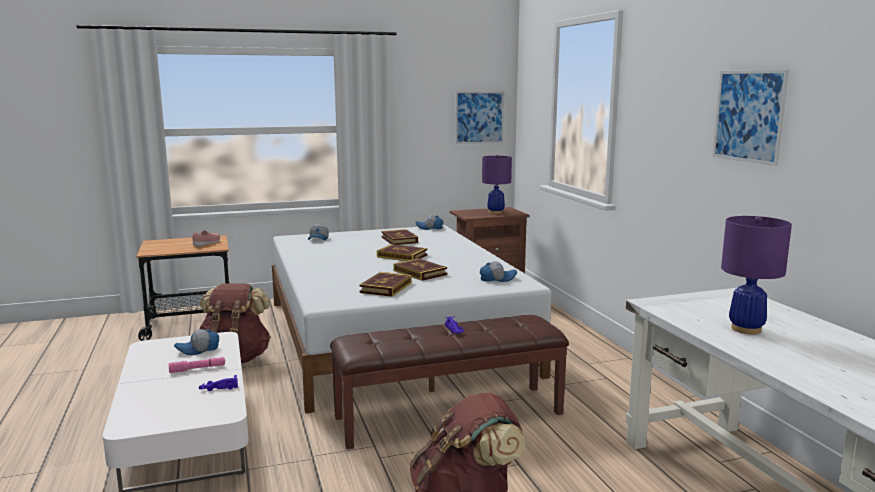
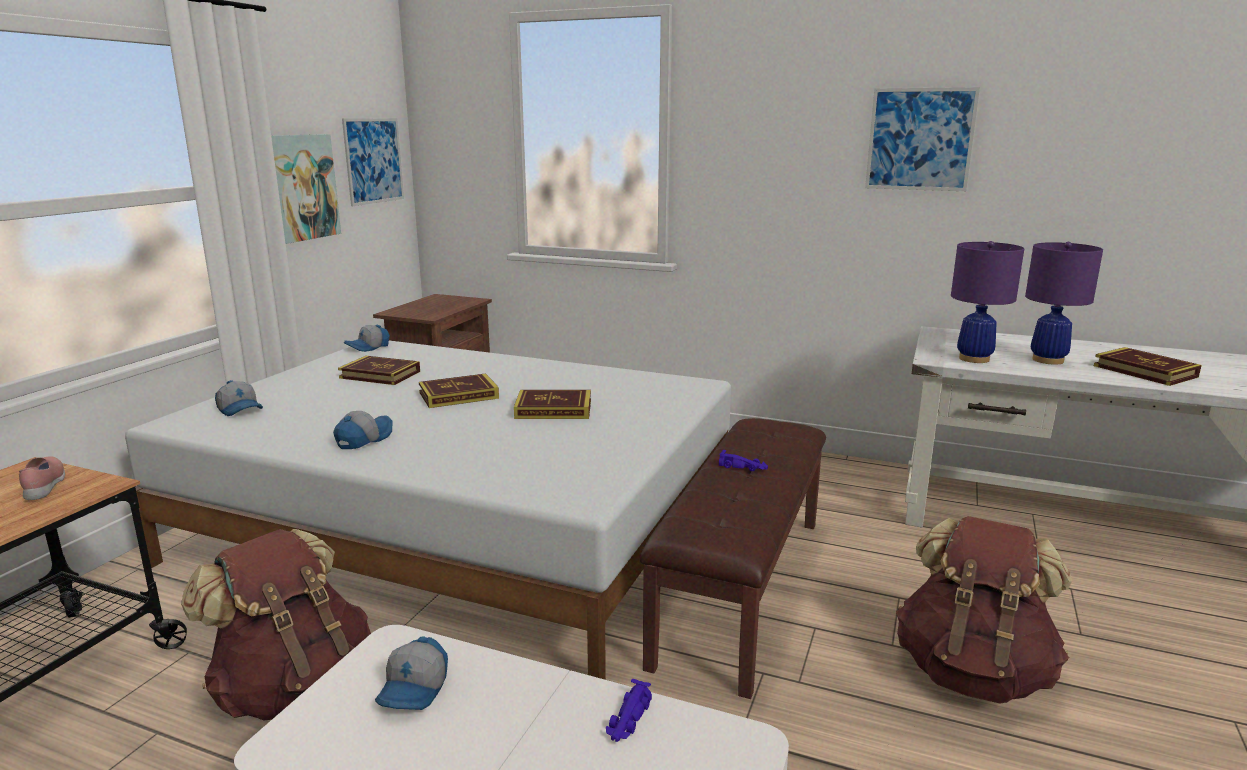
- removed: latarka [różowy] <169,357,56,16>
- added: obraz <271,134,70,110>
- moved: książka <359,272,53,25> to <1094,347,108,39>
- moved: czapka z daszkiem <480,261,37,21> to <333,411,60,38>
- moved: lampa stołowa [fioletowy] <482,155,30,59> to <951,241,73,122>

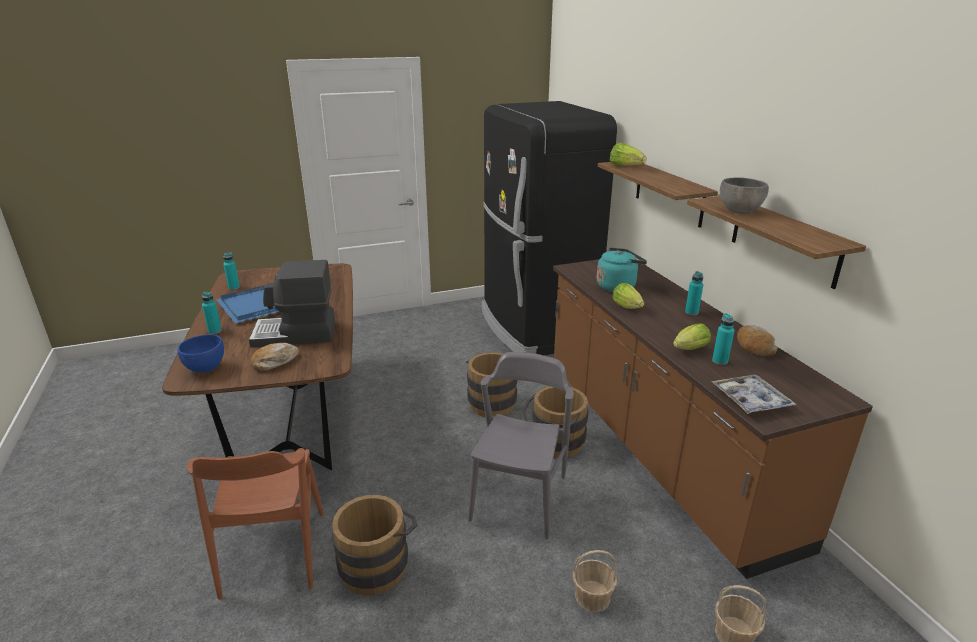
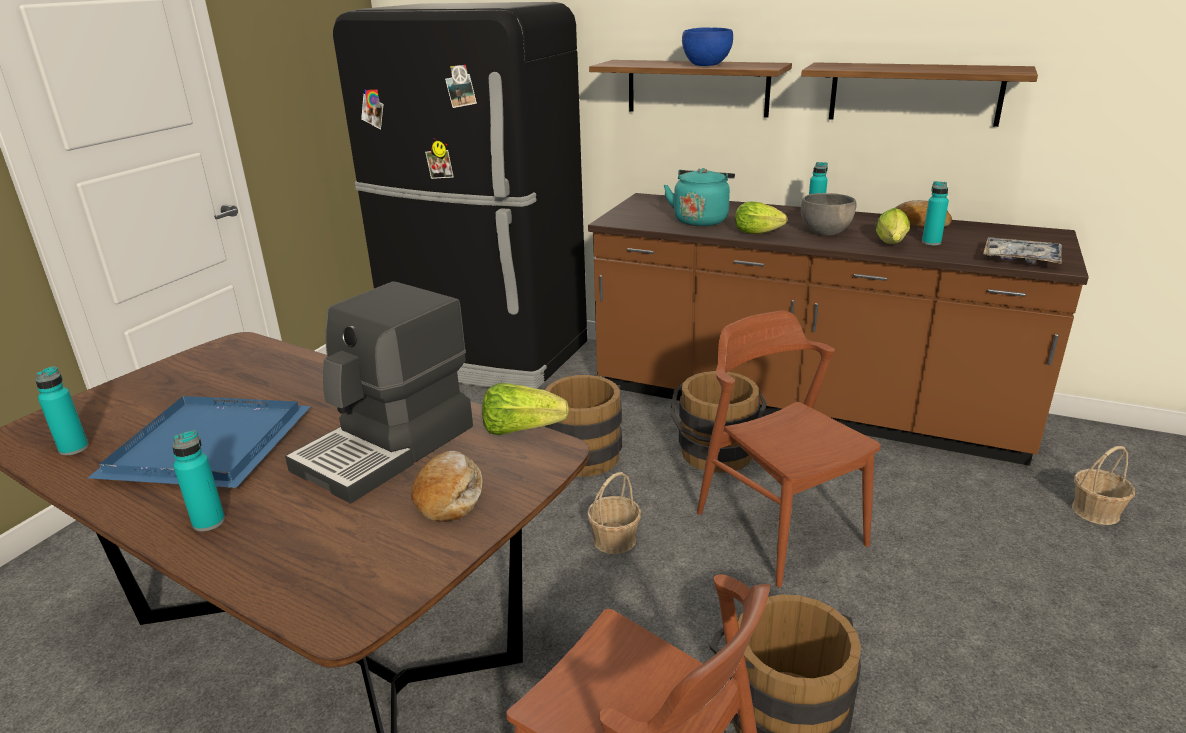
- moved: miska [niebieski] <178,334,46,39> to <682,27,51,39>
- moved: koszyk <573,550,44,62> to <587,472,54,82>
- moved: sałata <610,143,36,22> to <482,383,87,52>
- moved: miska [szary] <720,177,49,37> to <801,193,56,43>
- recoloured: krzesło [szary] <468,352,106,187> to krzesło [brązowy] <697,311,183,276>

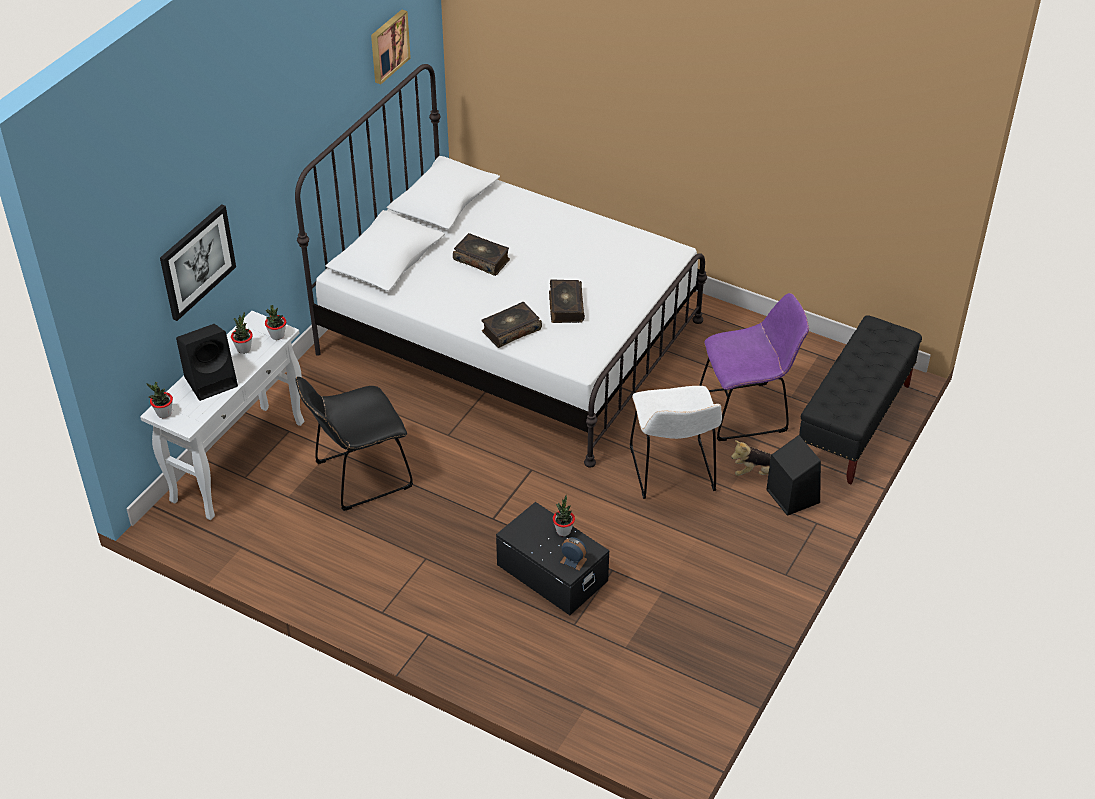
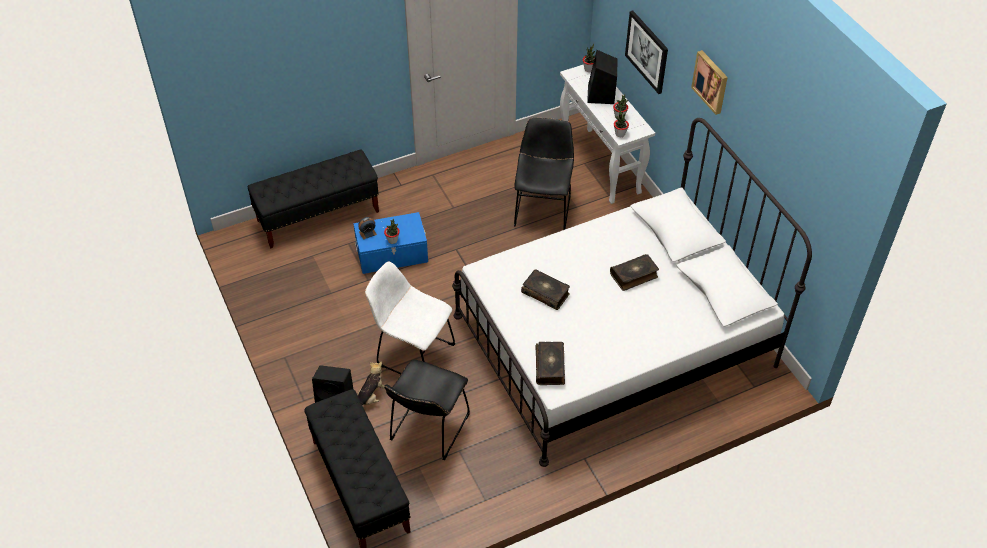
- added: ławka [czarny] <248,150,131,98>
- moved: obraz <371,10,40,74> to <691,50,37,65>
- moved: książka <481,302,61,46> to <535,342,30,43>
- recoloured: pojemnik do przechowywania [czarny] <496,502,113,113> to pojemnik do przechowywania [niebieski] <353,212,75,62>
- recoloured: krzesło [fioletowy] <699,293,110,148> to krzesło [czarny] <384,359,86,101>

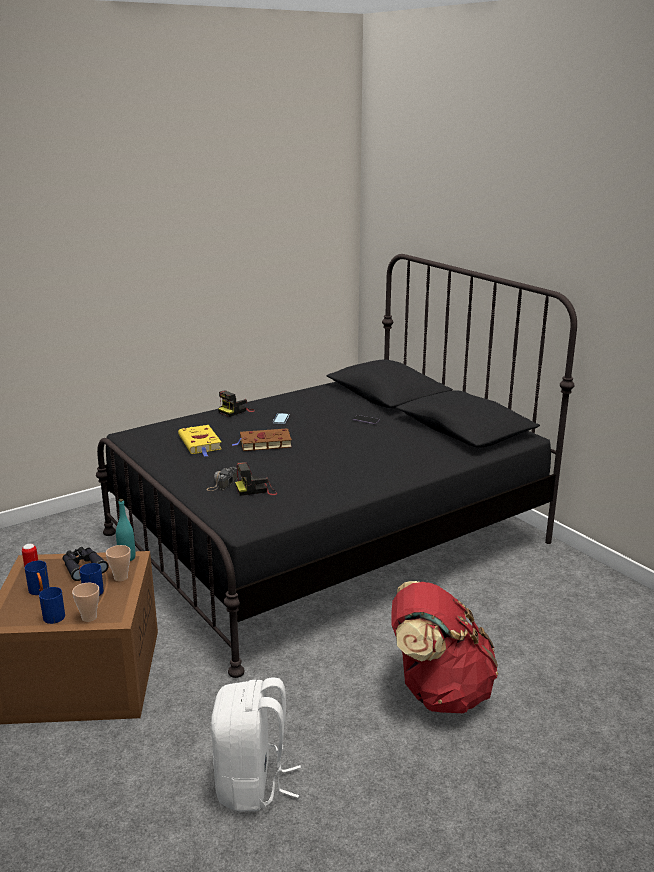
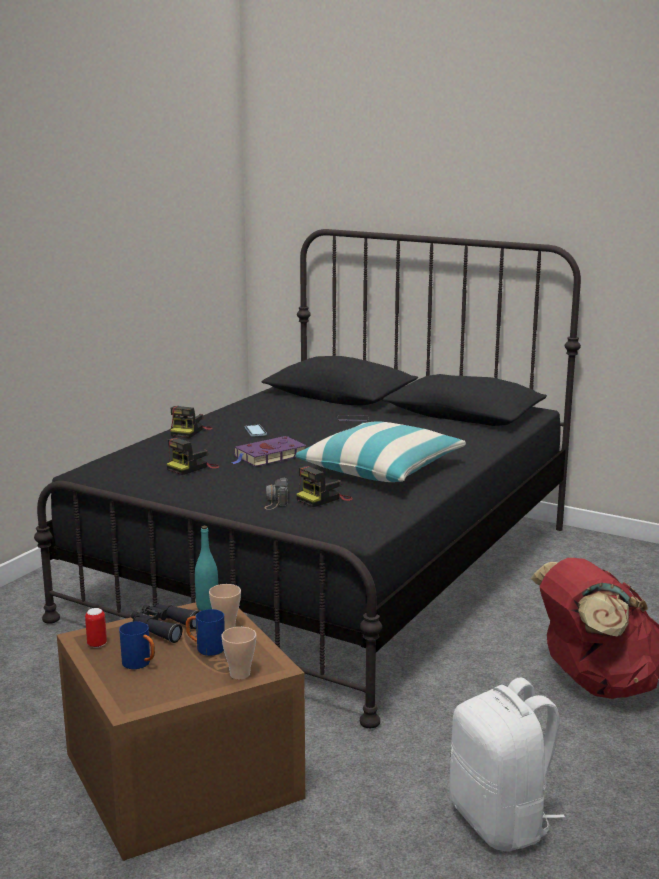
- removed: kubek [niebieski] <39,587,26,37>
- added: poduszka <296,421,170,61>
- replaced: książka [żółty] <178,425,44,32> to aparat fotograficzny <167,438,52,37>
- recoloured: książka [brązowy] <232,428,60,23> to książka [fioletowy] <231,436,76,31>

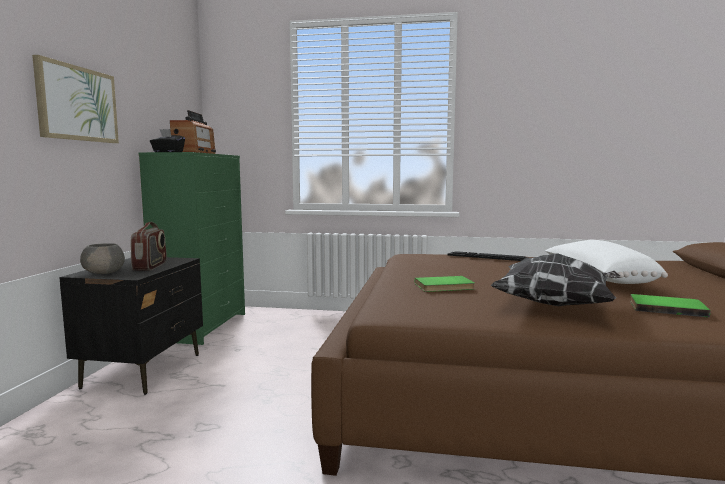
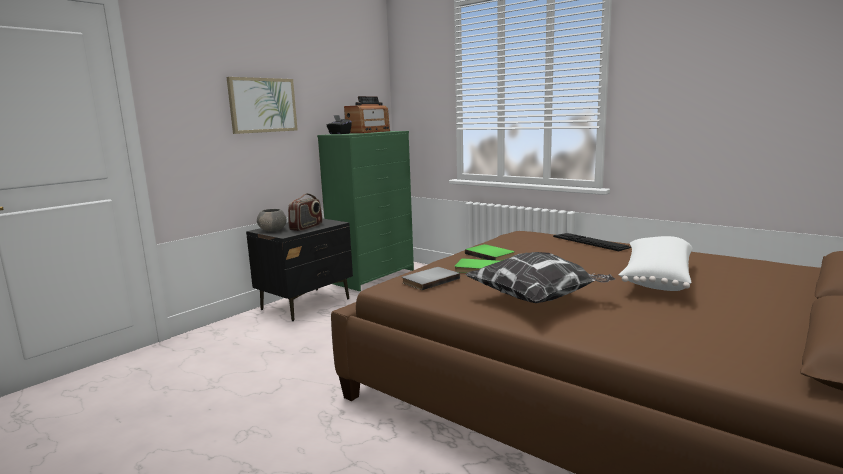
- added: książka [szary] <402,267,58,23>
- moved: książka [zielony] <630,294,81,24> to <465,244,50,17>

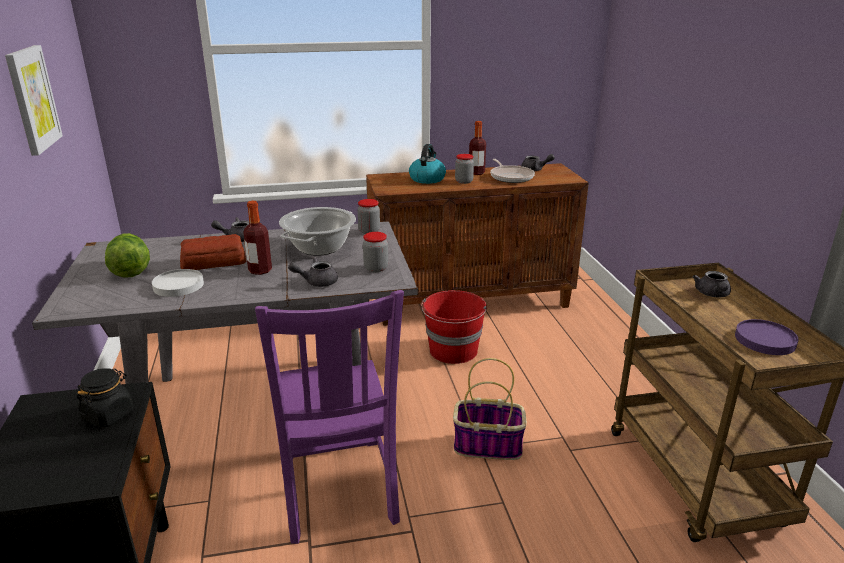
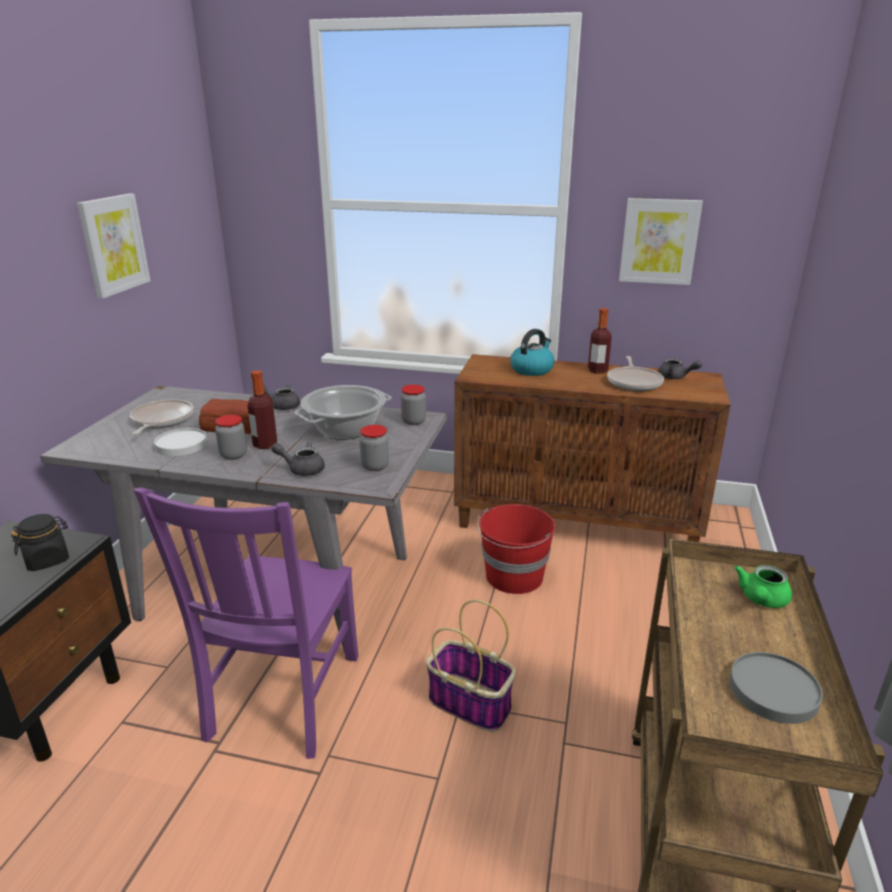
- added: obraz <619,198,84,87>
- moved: słoik <455,154,19,30> to <215,415,32,45>
- replaced: sałata <105,233,45,45> to patelnia <130,399,64,36>
- recoloured: imbryk [szary] <693,271,38,26> to imbryk [zielony] <734,565,58,43>
- recoloured: talerz [fioletowy] <735,319,64,36> to talerz [szary] <729,652,94,72>

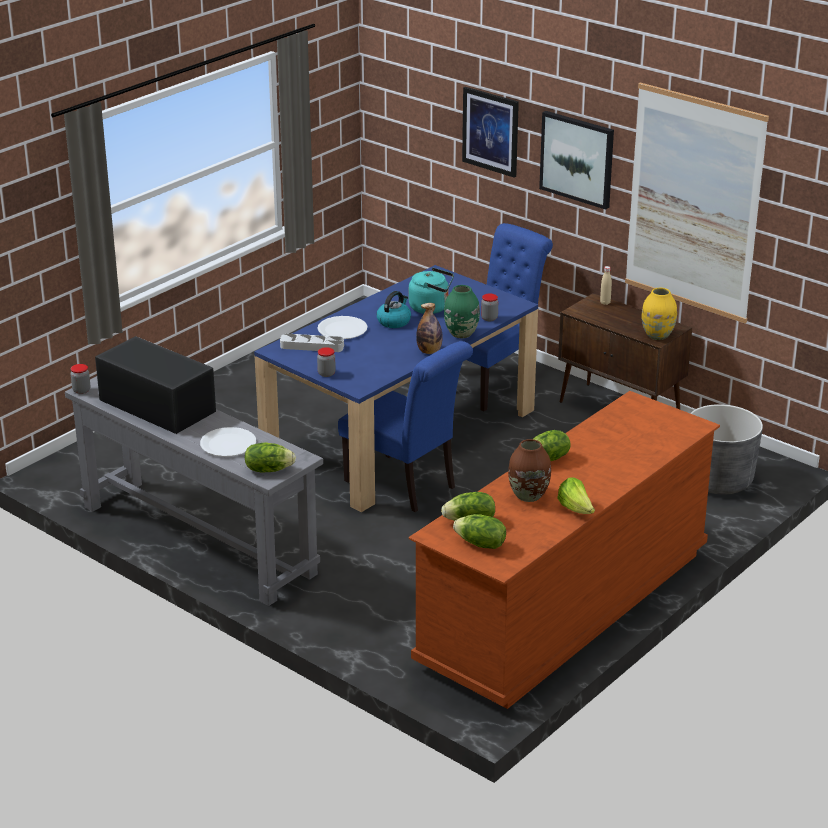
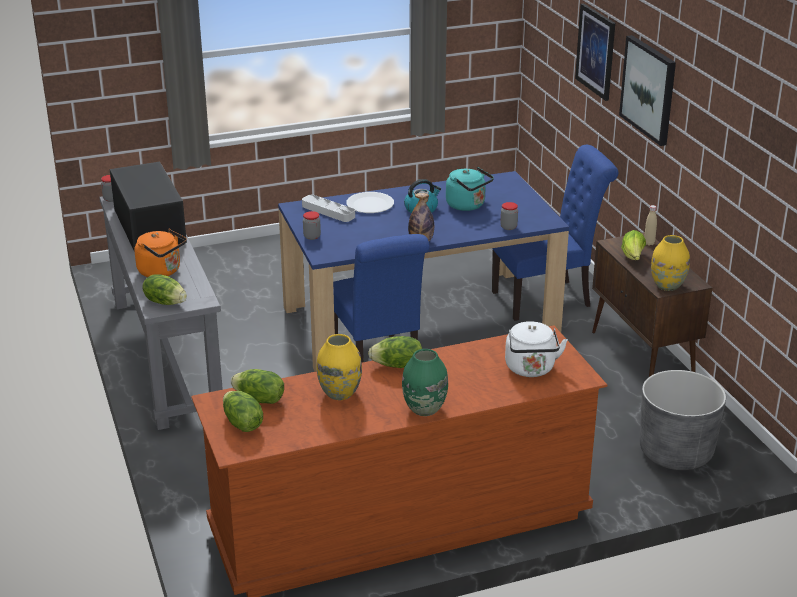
- removed: obraz <625,83,144,240>
- added: czajnik [biały] <505,321,63,56>
- moved: wazon [zielony] <444,285,36,53> to <402,349,46,67>
- moved: sałata <557,477,38,37> to <621,230,25,30>
- replaced: talerz [biały] <200,427,56,30> to czajnik [pomarańczowy] <134,229,53,48>
- recoloured: wazon [brązowy] <508,439,43,63> to wazon [żółty] <317,334,45,66>

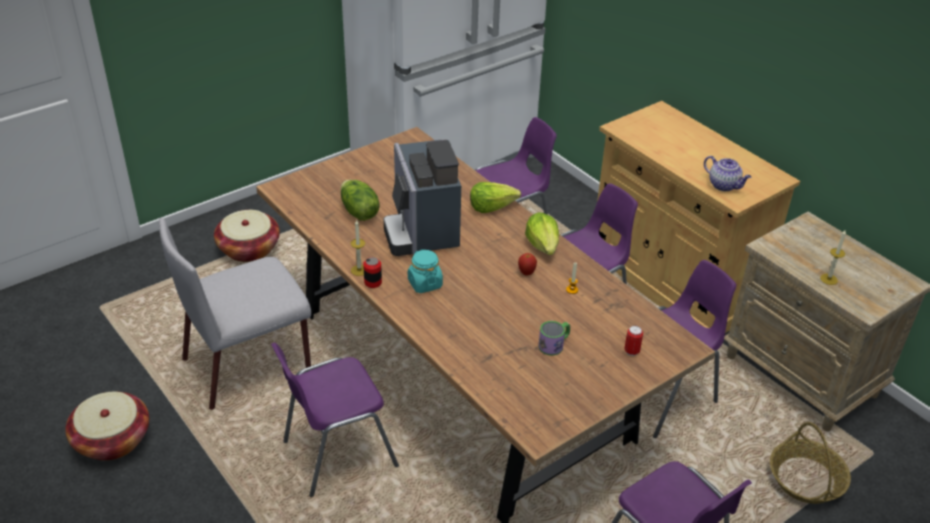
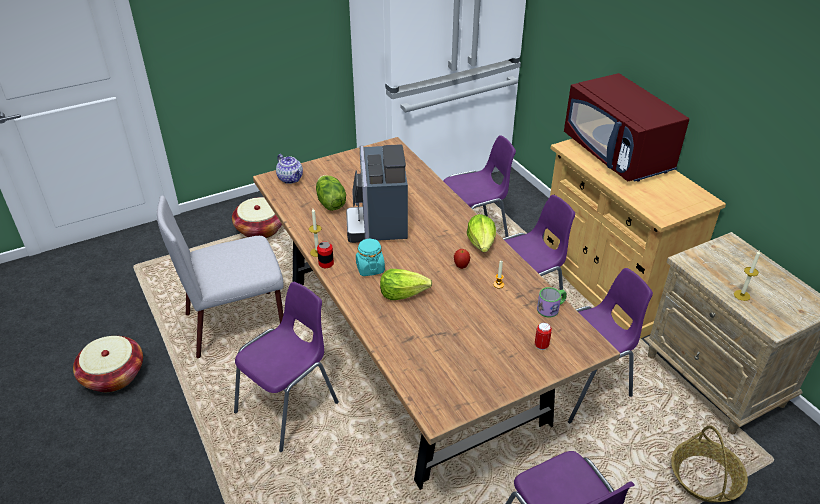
- added: mikrofalówka [czerwony] <564,73,125,109>
- moved: sałata <470,182,51,31> to <380,269,52,31>
- moved: kubek <538,321,32,35> to <537,287,30,30>
- moved: imbryk <704,156,47,35> to <276,154,27,30>
- turned: krzesło [fioletowy] <271,343,128,154> = <234,282,105,170> 150 degrees clockwise

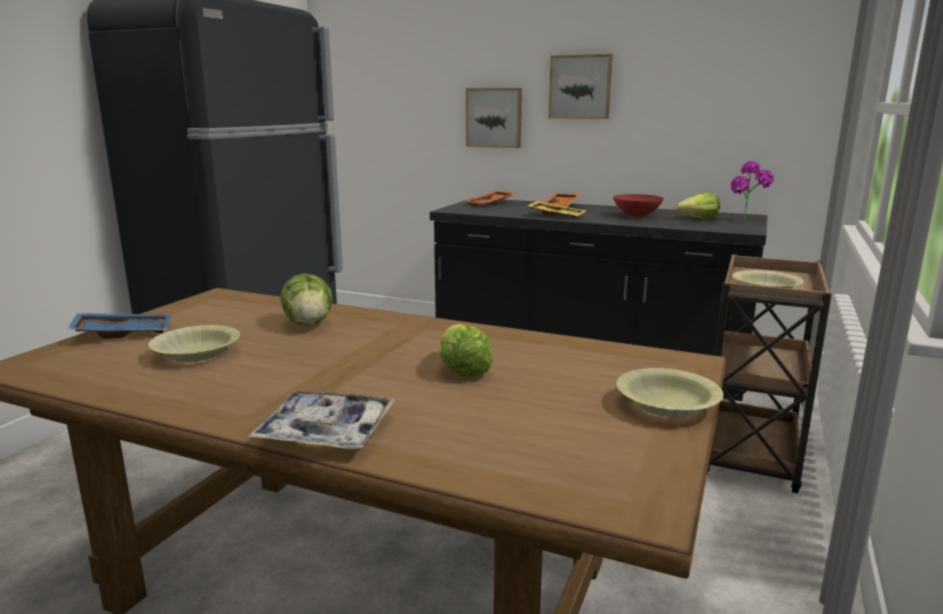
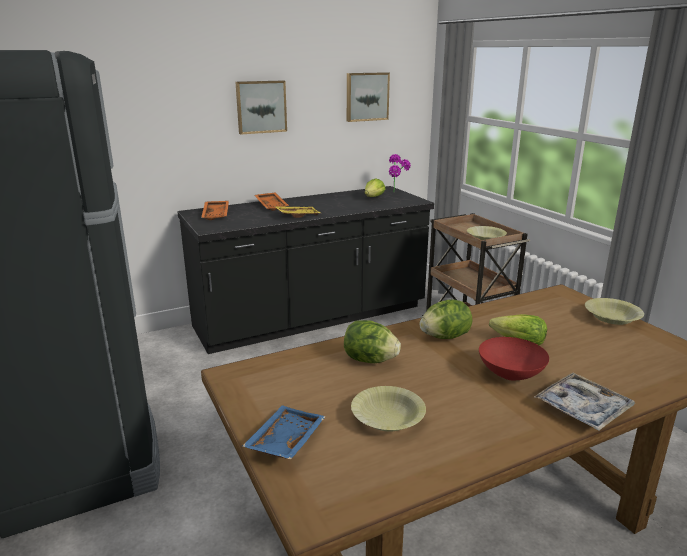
- added: sałata <419,299,53,40>
- moved: obraz <466,88,56,60> to <347,72,43,50>
- moved: miska [czerwony] <613,194,51,23> to <479,337,70,44>

